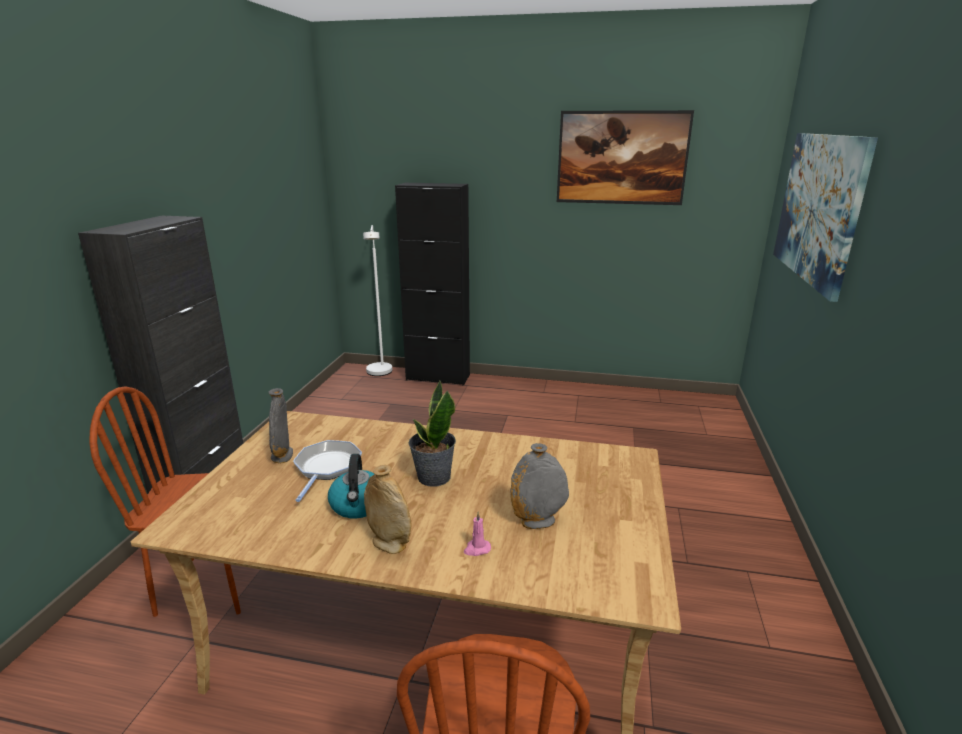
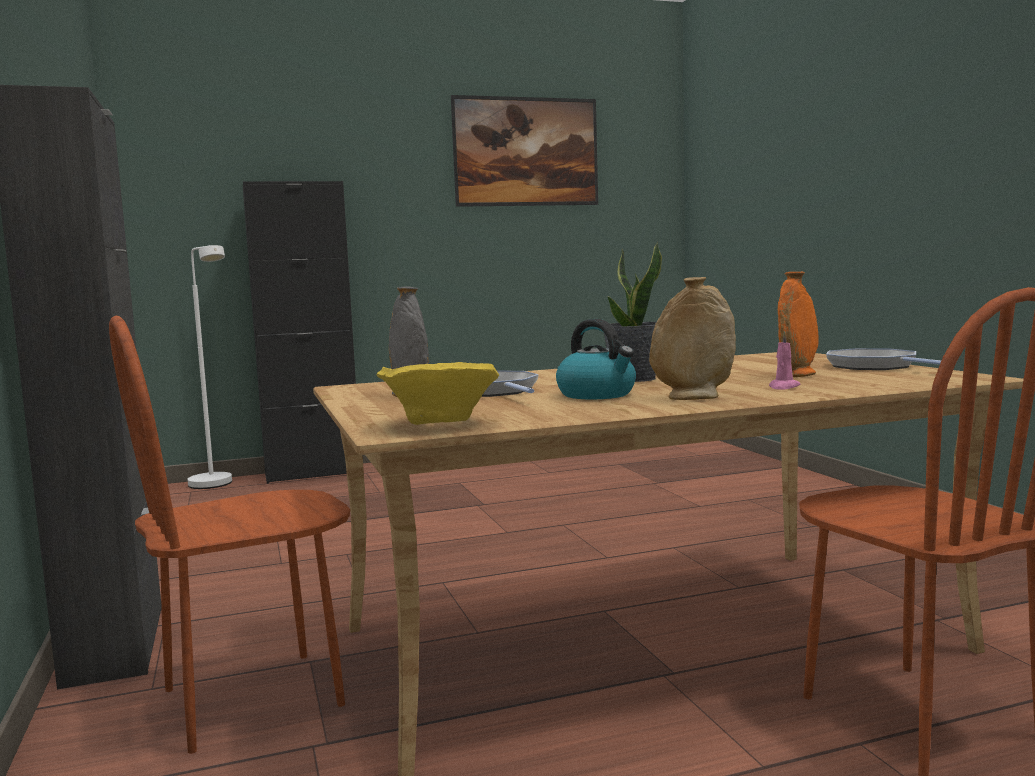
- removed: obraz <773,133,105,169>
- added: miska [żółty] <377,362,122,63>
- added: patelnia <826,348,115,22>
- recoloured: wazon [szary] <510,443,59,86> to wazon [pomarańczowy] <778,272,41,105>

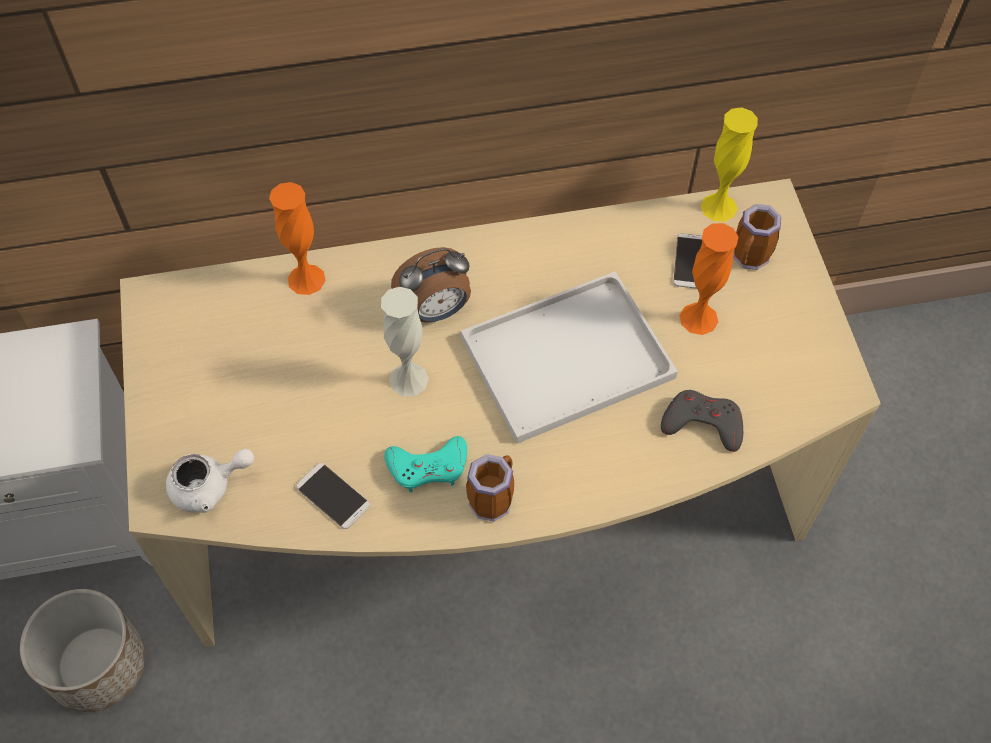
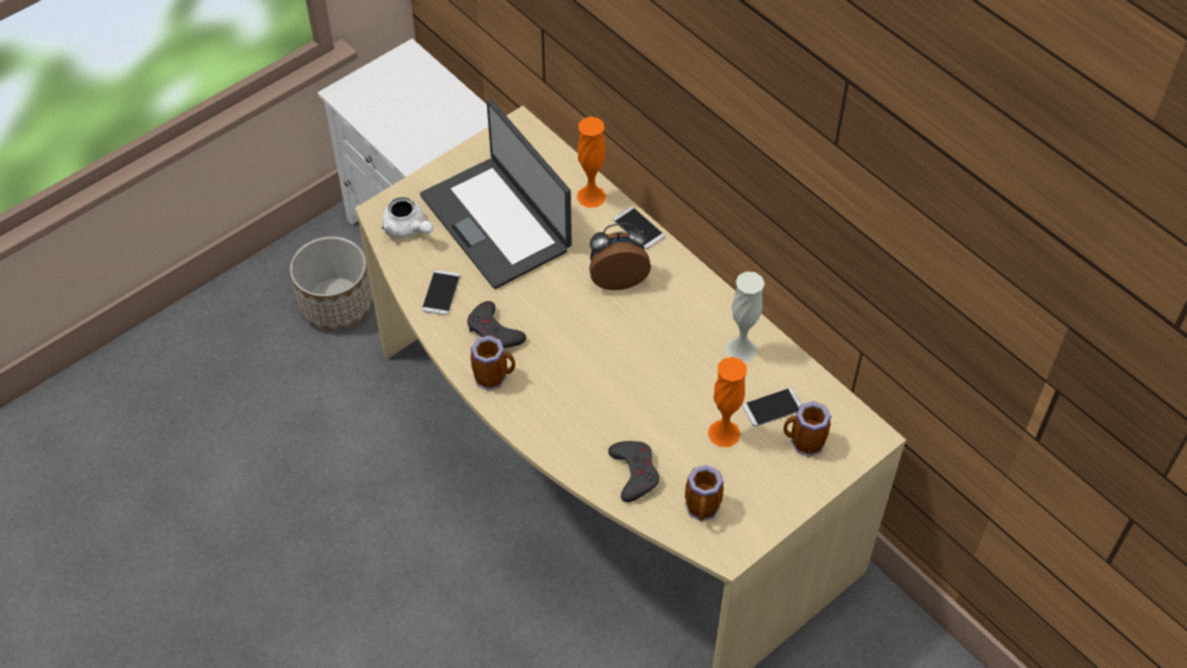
- removed: taca [biały] <461,272,217,172>
- removed: wazon [żółty] <701,107,57,115>
- added: laptop <420,99,152,190>
- added: telefon <613,207,51,42>
- added: kubek <685,465,39,56>
- moved: wazon [biały] <381,287,48,110> to <726,272,39,90>
- recoloured: pad do gier [turkusowy] <384,436,83,56> to pad do gier [szary] <467,301,59,47>
- turned: budzik <391,247,80,76> = <589,223,62,67> 135 degrees clockwise

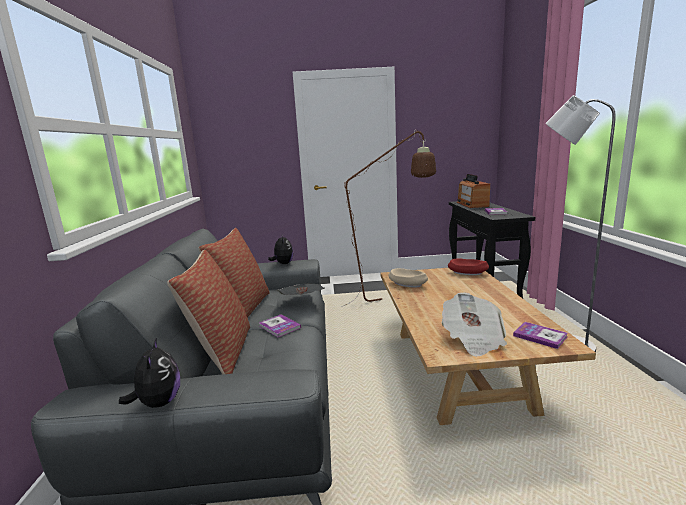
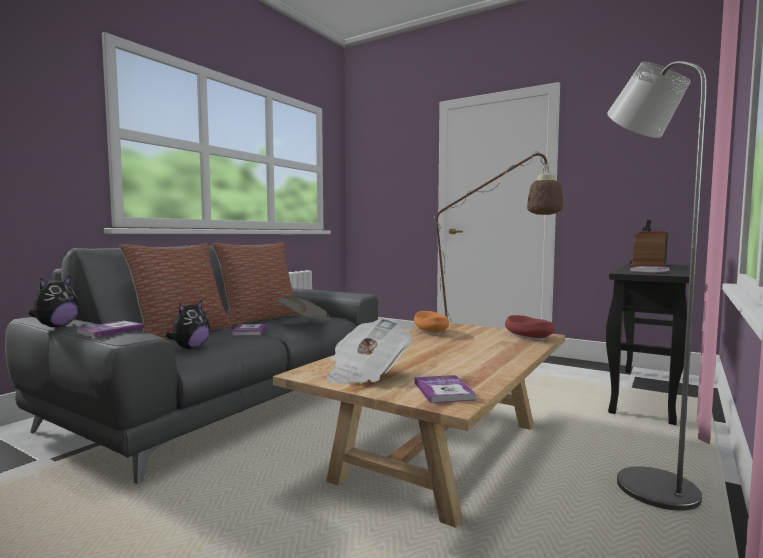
- added: książka <76,321,69,17>
- moved: pluszak <268,234,25,30> to <166,300,44,49>
- recoloured: miska [beżowy] <389,268,39,19> to miska [pomarańczowy] <414,311,35,24>

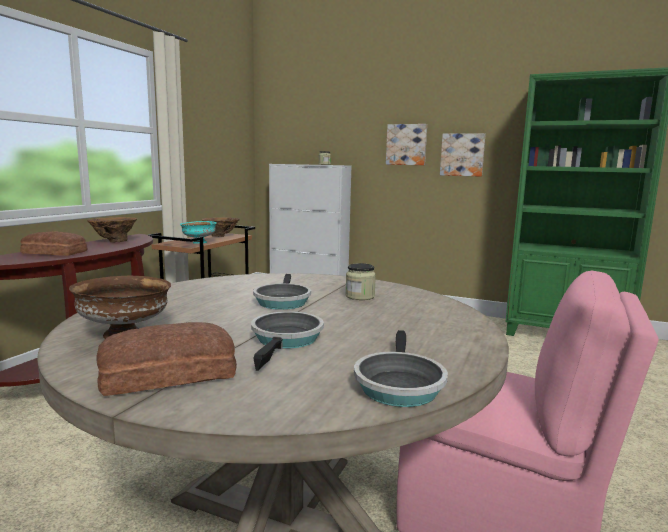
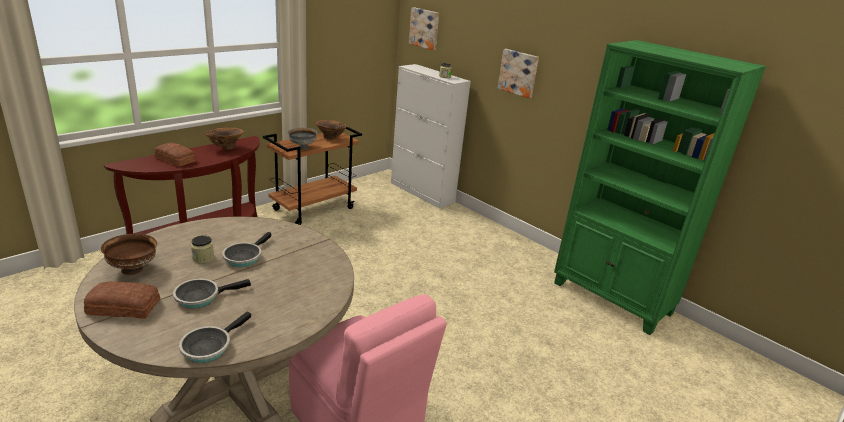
- moved: słoik <345,263,31,37> to <191,235,23,29>
- moved: obraz <440,133,46,44> to <409,7,30,43>
- recoloured: miska [turkusowy] <180,221,36,23> to miska [szary] <288,128,30,22>
- turned: patelnia <251,311,73,60> = <173,279,78,29> 150 degrees counterclockwise

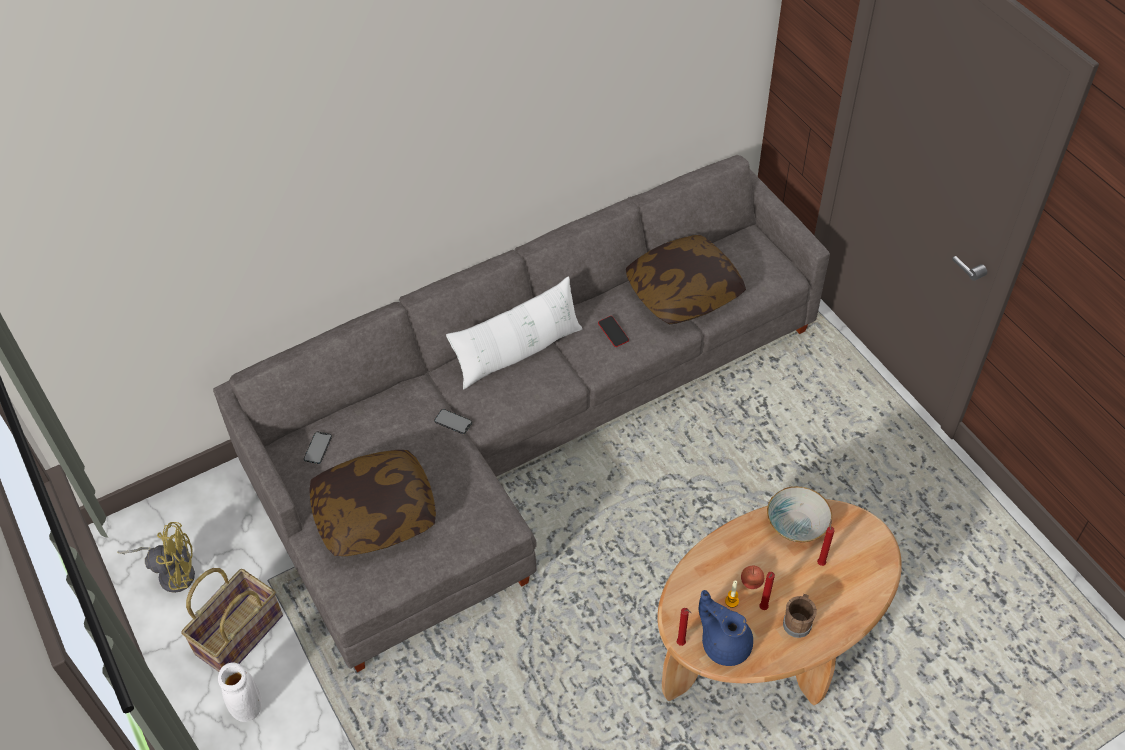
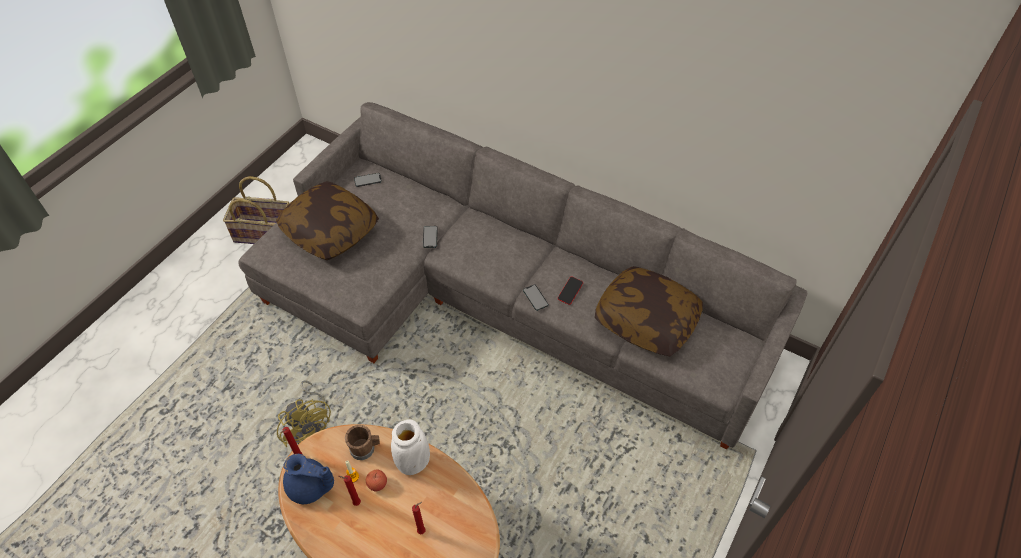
- removed: poduszka [biały] <446,276,137,114>
- removed: miska <767,486,65,56>
- added: telefon <523,284,26,27>
- moved: wentylator [żółty] <117,522,78,71> to <277,380,54,67>
- moved: wazon [biały] <218,662,44,60> to <391,420,39,55>
- moved: kubek [brązowy] <783,594,34,44> to <345,425,35,35>
- turned: imbryk [niebieski] <699,590,54,76> = <283,454,51,50> 90 degrees clockwise

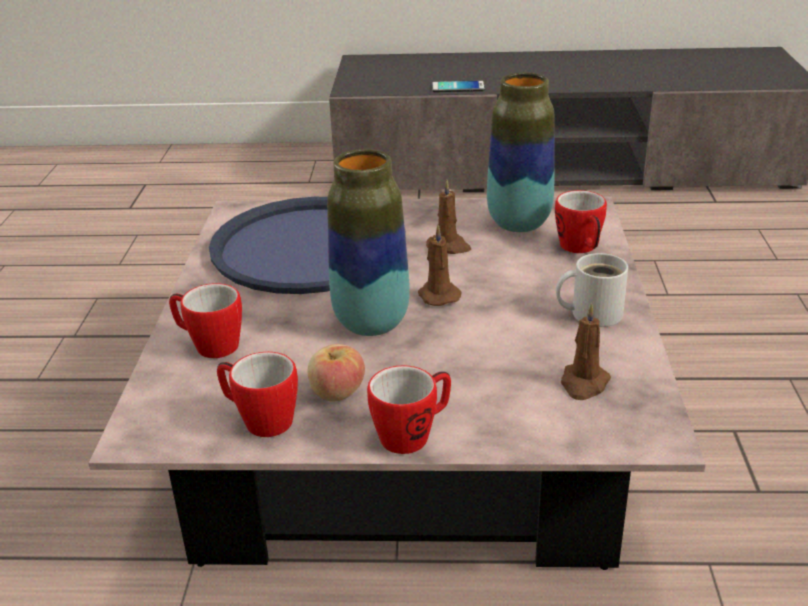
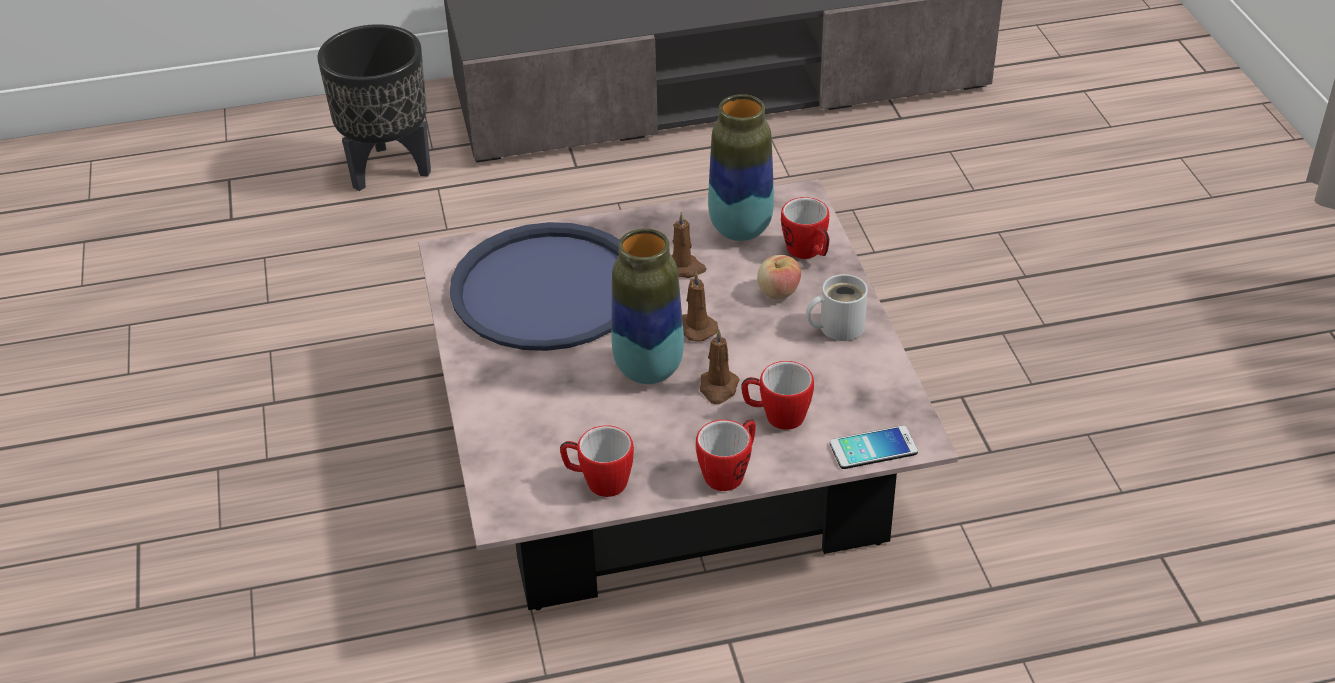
- added: donica [czarny] <317,24,114,167>
- moved: kubek <169,283,73,75> to <741,361,73,69>
- moved: jabłko <308,344,57,58> to <757,255,44,45>
- moved: telefon <432,80,53,12> to <830,425,88,44>
- moved: świeca [brązowy] <561,303,50,97> to <700,329,40,75>

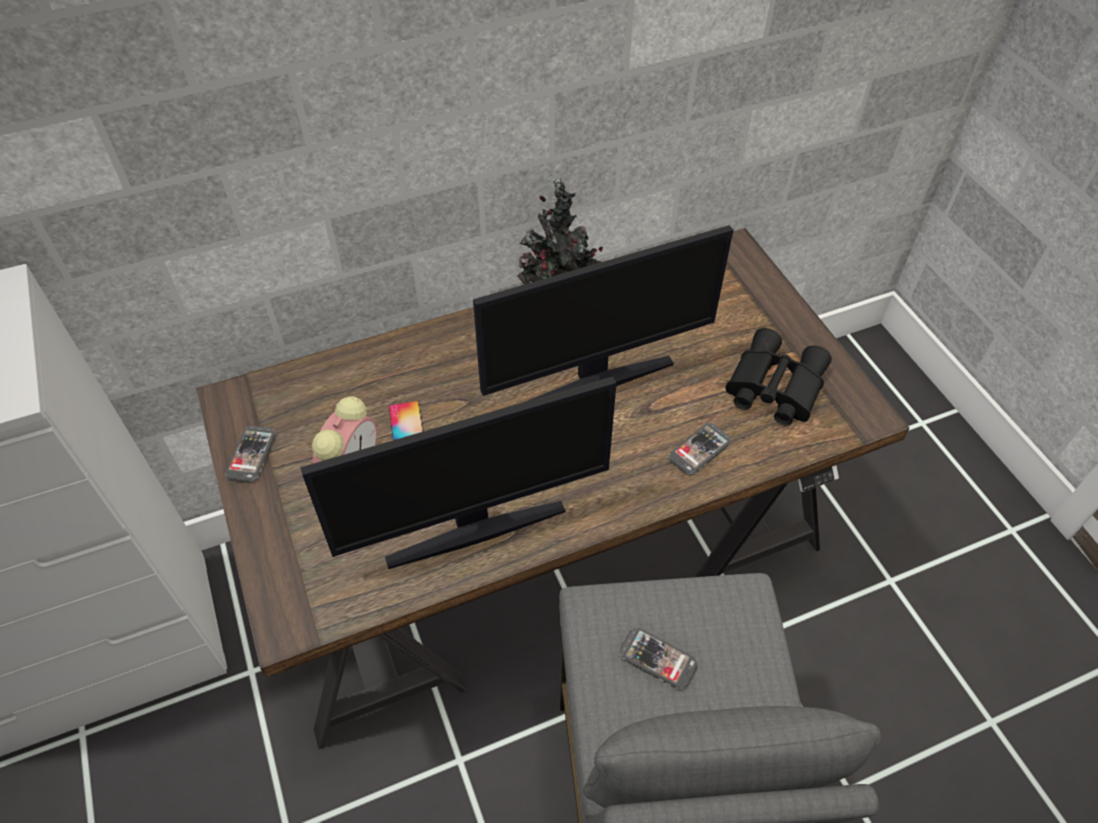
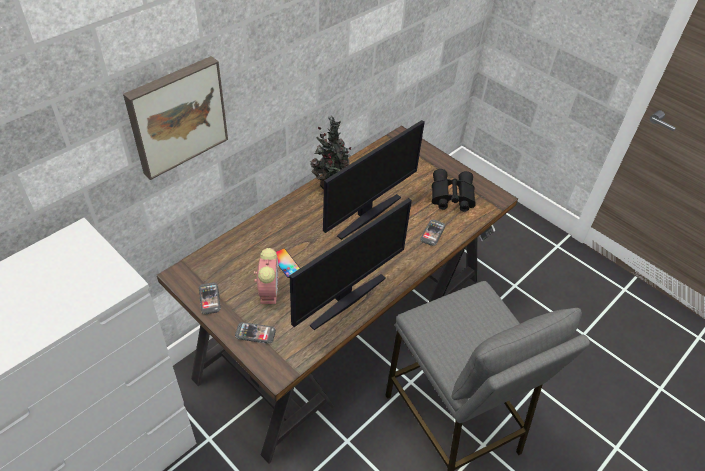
- added: obraz <123,56,105,124>
- moved: telefon <619,628,79,62> to <235,322,41,22>

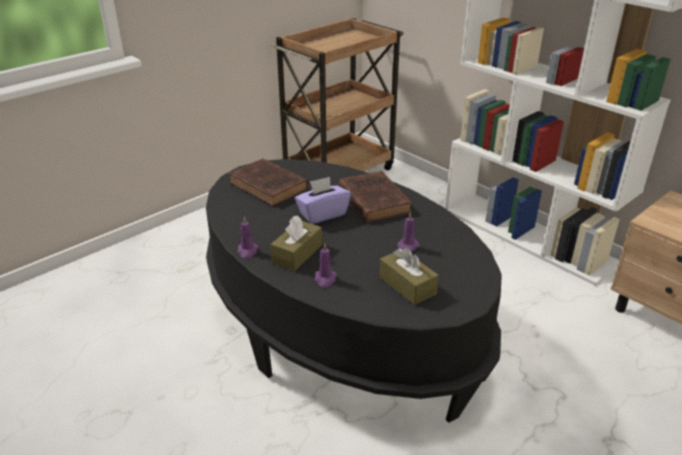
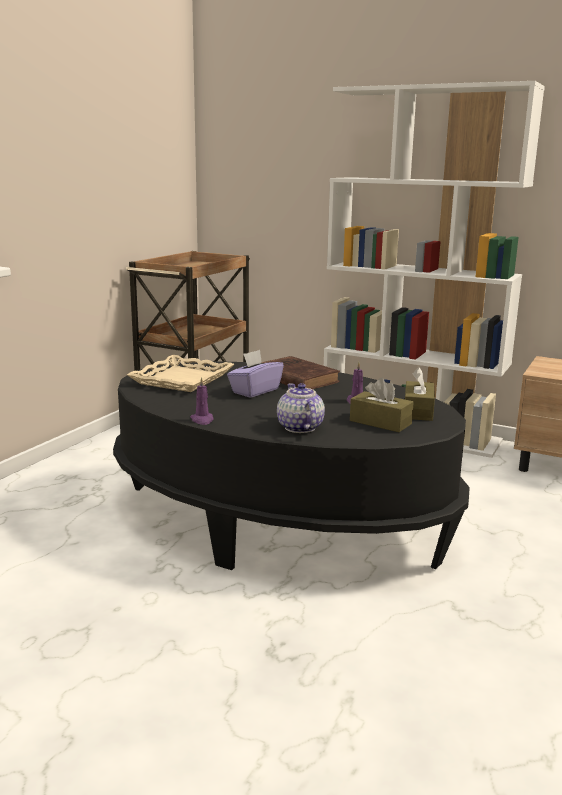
- moved: pudełko chusteczek [brązowy] <270,215,52,56> to <405,367,30,54>
- replaced: książka [brązowy] <229,158,80,48> to taca [beżowy] <127,355,107,37>
- replaced: świeca [fioletowy] <315,243,22,45> to imbryk <277,383,48,50>

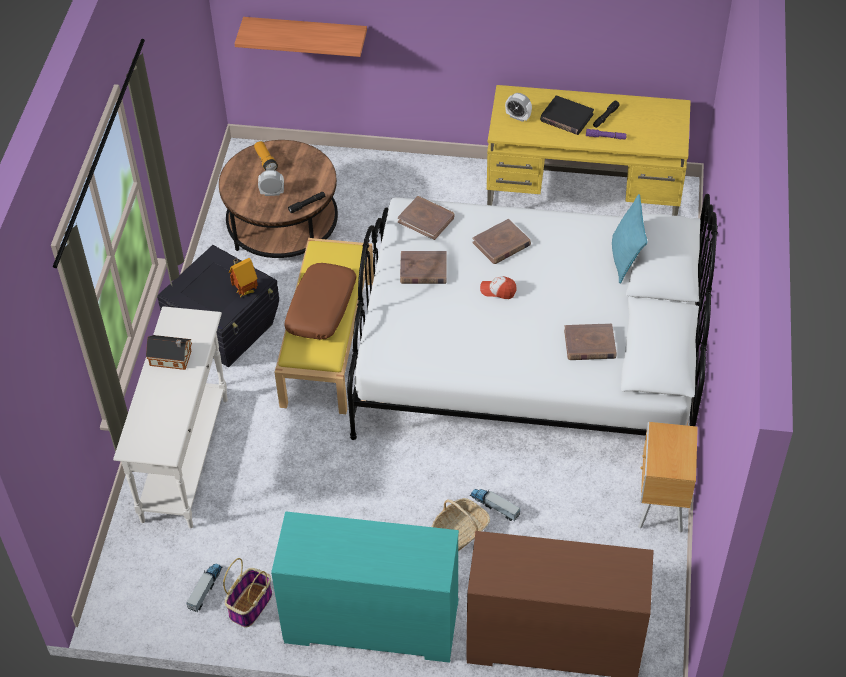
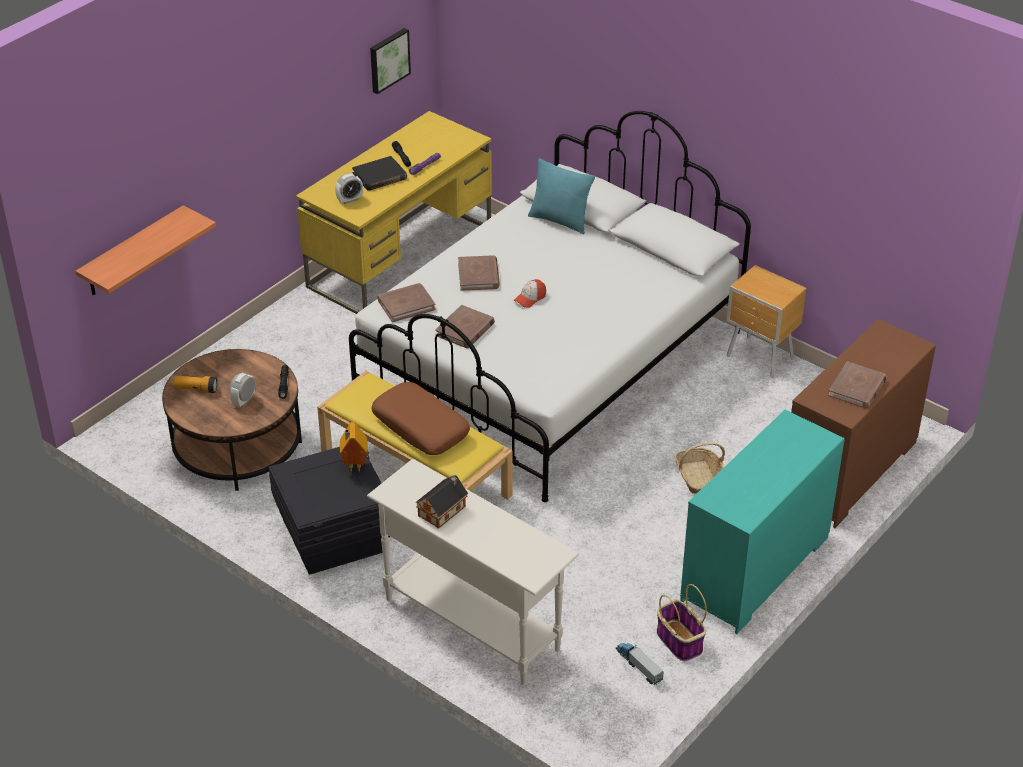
- removed: ciężarówka zabawkowa <470,489,51,33>
- added: obraz <370,28,41,66>
- moved: książka [brązowy] <564,323,52,37> to <828,361,59,48>

